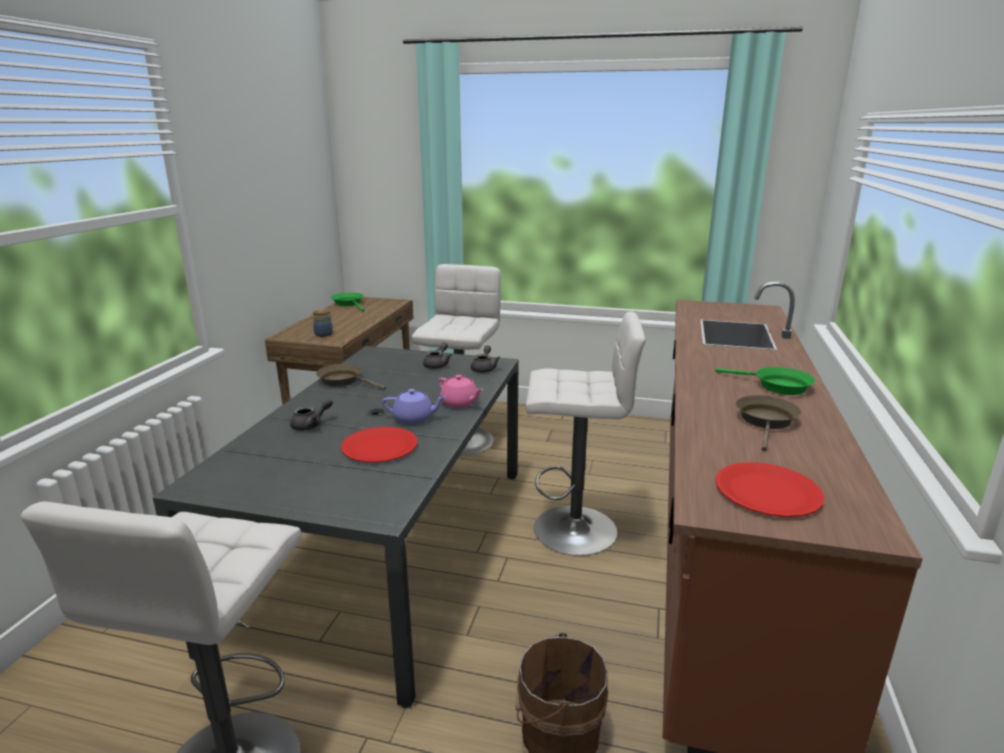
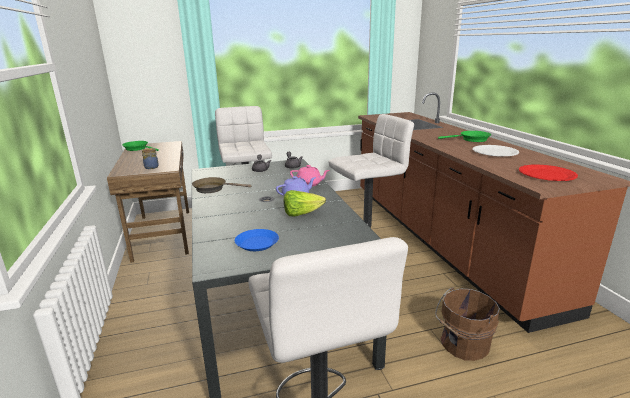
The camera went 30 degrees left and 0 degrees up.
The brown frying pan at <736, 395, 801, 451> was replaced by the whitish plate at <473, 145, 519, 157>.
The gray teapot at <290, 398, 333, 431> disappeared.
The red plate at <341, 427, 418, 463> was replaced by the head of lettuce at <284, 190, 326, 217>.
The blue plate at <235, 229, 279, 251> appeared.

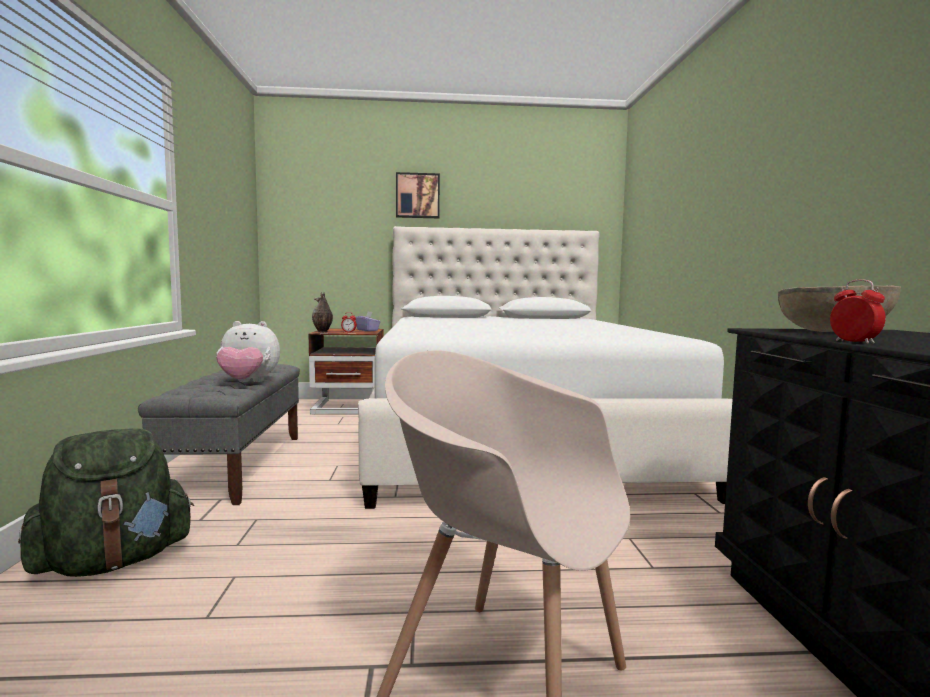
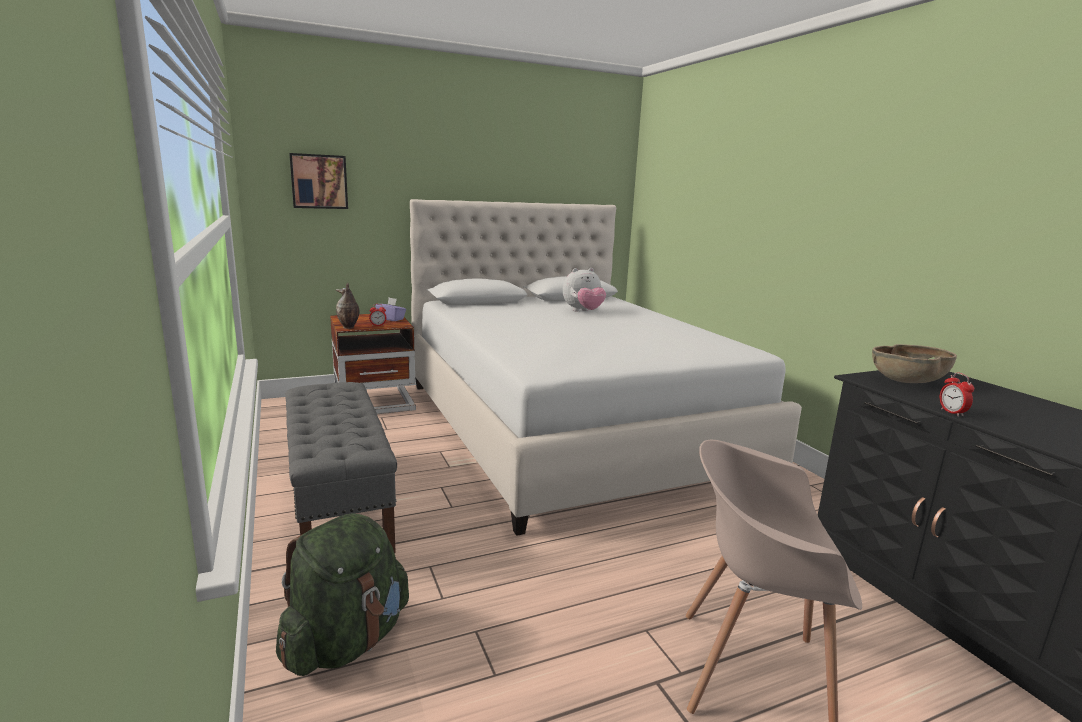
The camera went 20 degrees left and 10 degrees up.
The picture moved from <396, 172, 440, 218> to <289, 153, 348, 209>.
The alarm clock at <830, 280, 886, 344> turned 150 degrees counterclockwise.
The cuddly toy moved from <216, 321, 280, 382> to <563, 268, 606, 311>.

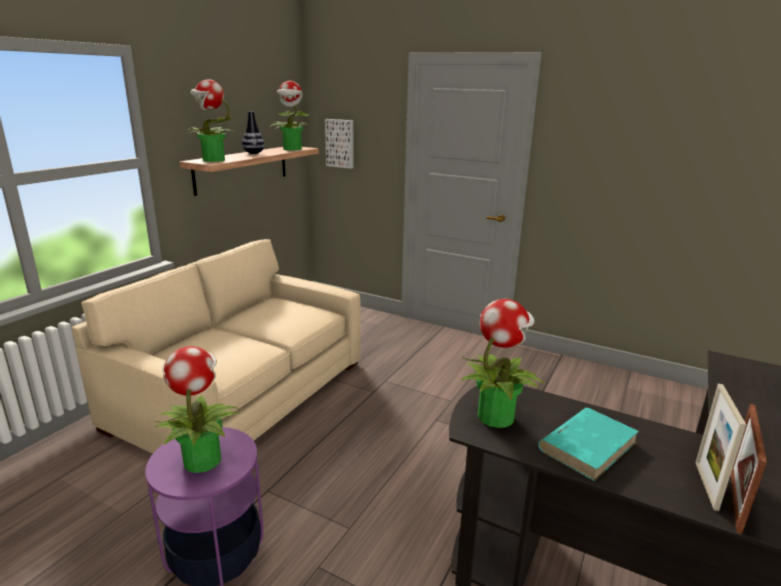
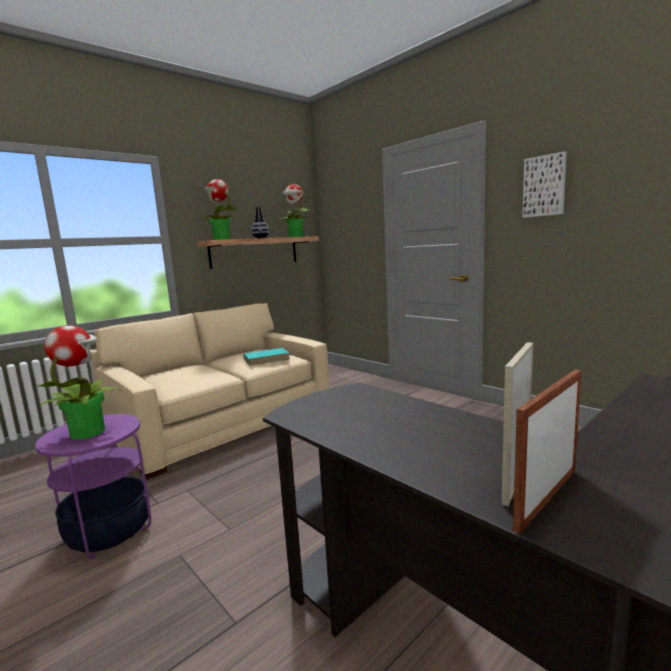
The camera went 20 degrees right and 10 degrees down.
The picture moved from <325, 119, 354, 169> to <522, 151, 567, 218>.
The potted plant at <461, 299, 545, 428> disappeared.
The turquoise bound book moved from <538, 408, 639, 481> to <243, 348, 290, 366>.

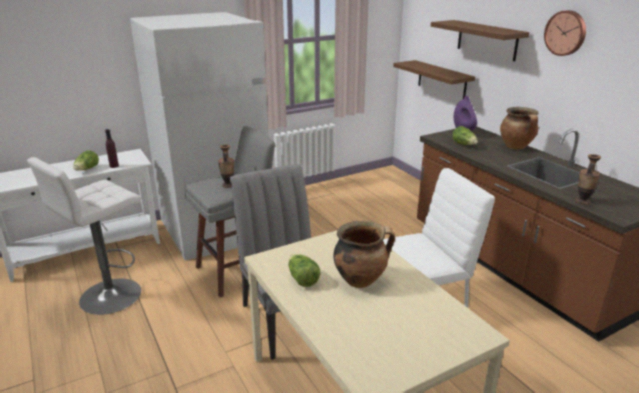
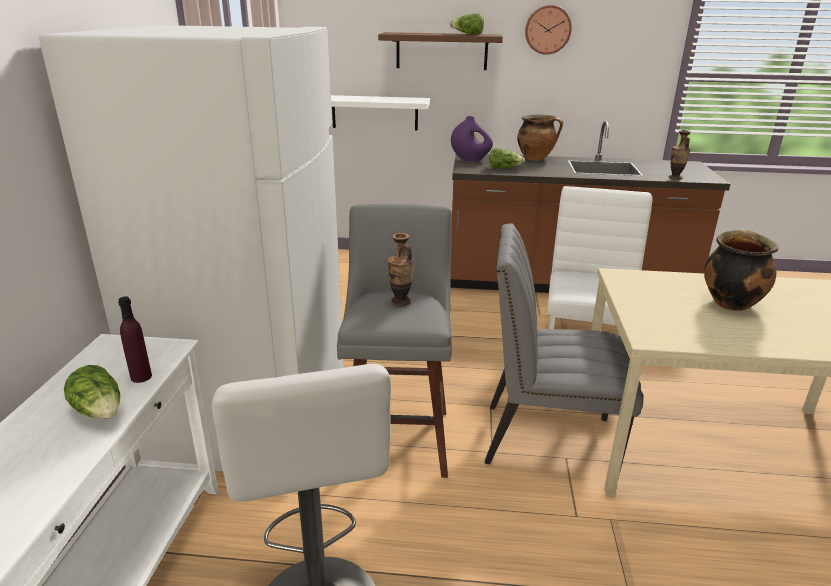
The camera went 55 degrees left and 0 degrees up.
The brown shelf at <393, 60, 475, 98> became the whitish shelf at <331, 95, 430, 131>.
The head of lettuce moved from <288, 254, 320, 287> to <450, 13, 484, 35>.

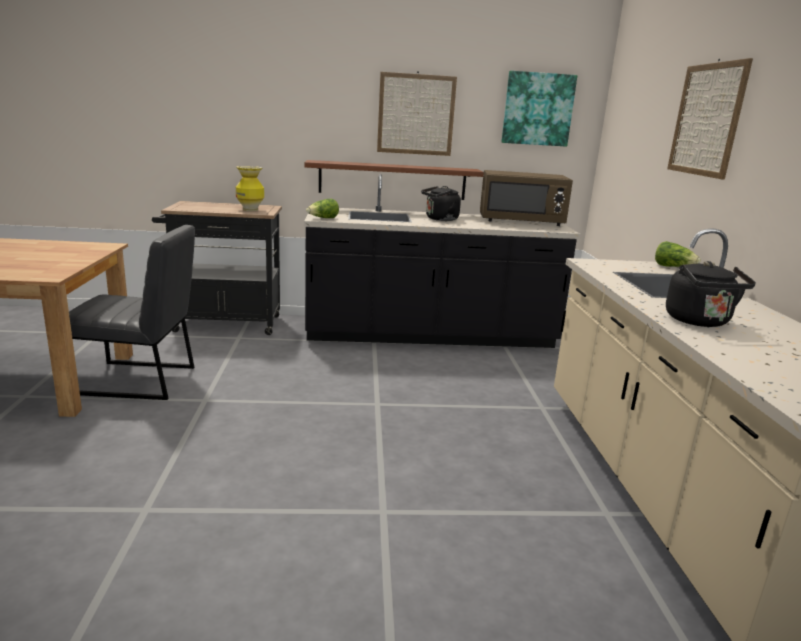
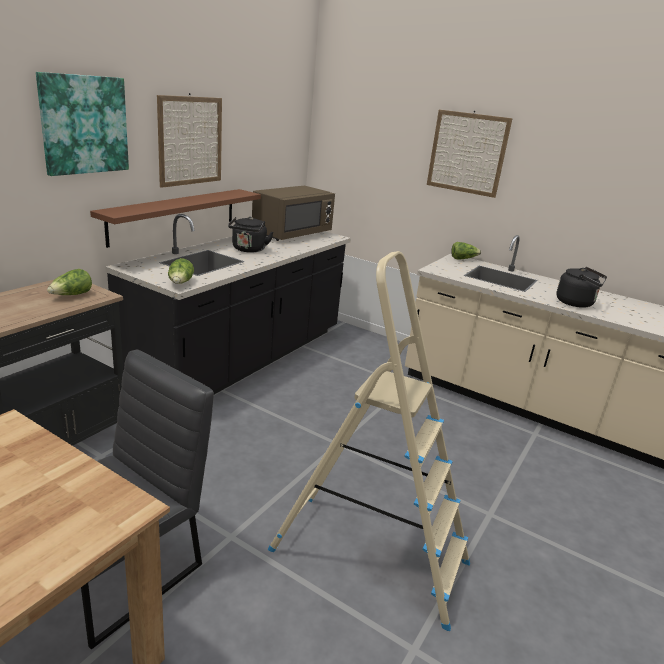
The camera went 55 degrees left and 5 degrees up.
The picture moved from <501, 71, 577, 147> to <36, 72, 129, 176>.
The flower vase at <236, 166, 264, 211> was replaced by the head of lettuce at <47, 269, 92, 295>.
The sand-coloured step stool at <268, 251, 470, 631> appeared.

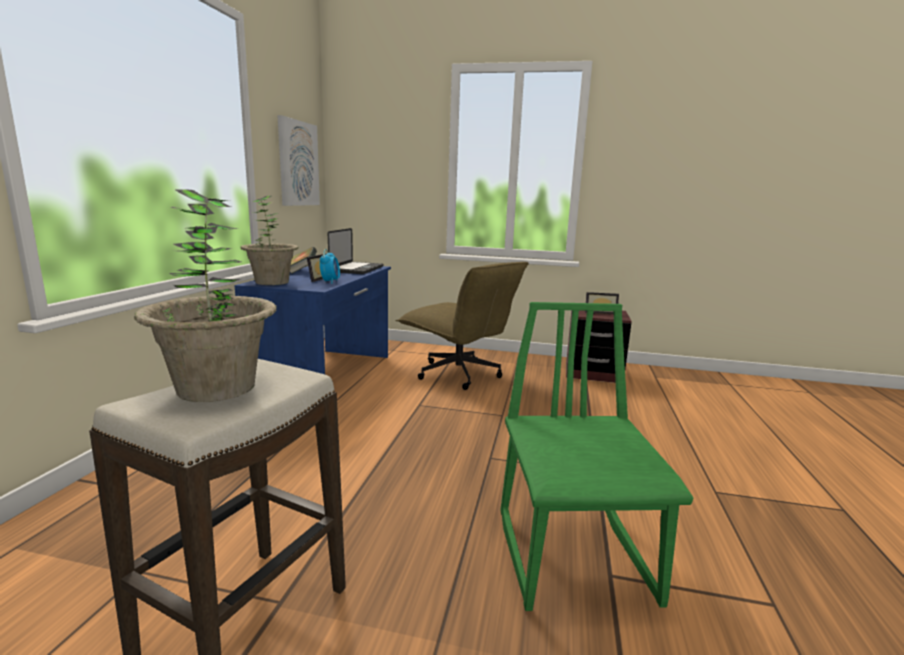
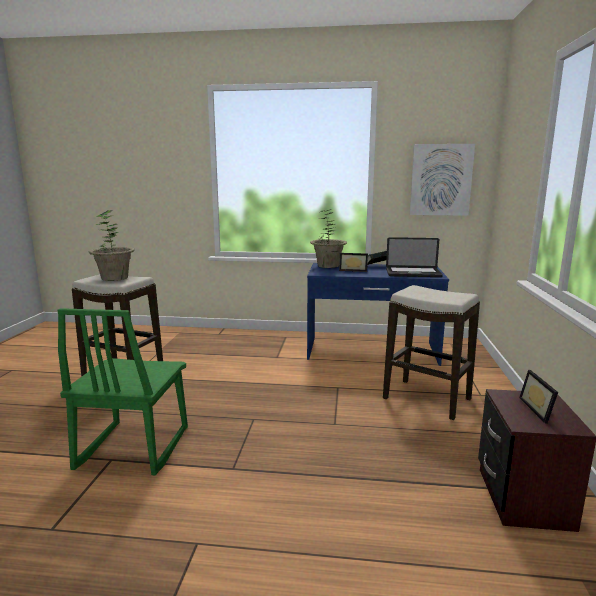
The camera went 85 degrees right and 0 degrees up.
The alarm clock at <320, 249, 340, 284> disappeared.
The sand-coloured computer chair at <396, 262, 529, 390> was replaced by the stool at <383, 285, 480, 420>.
The green chair at <500, 302, 693, 611> turned 105 degrees clockwise.

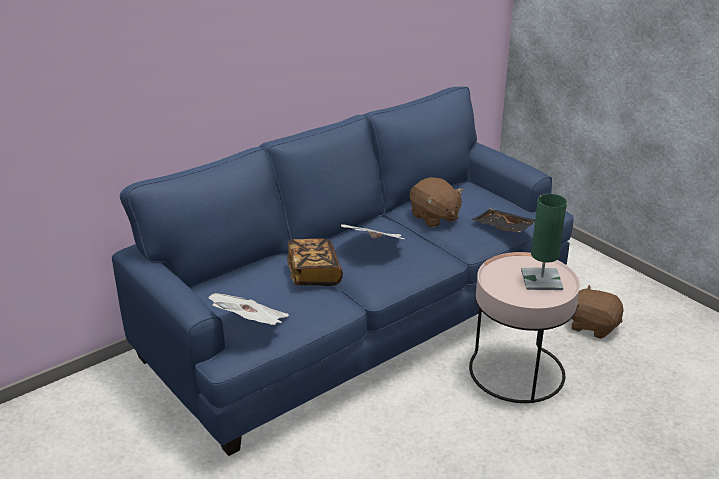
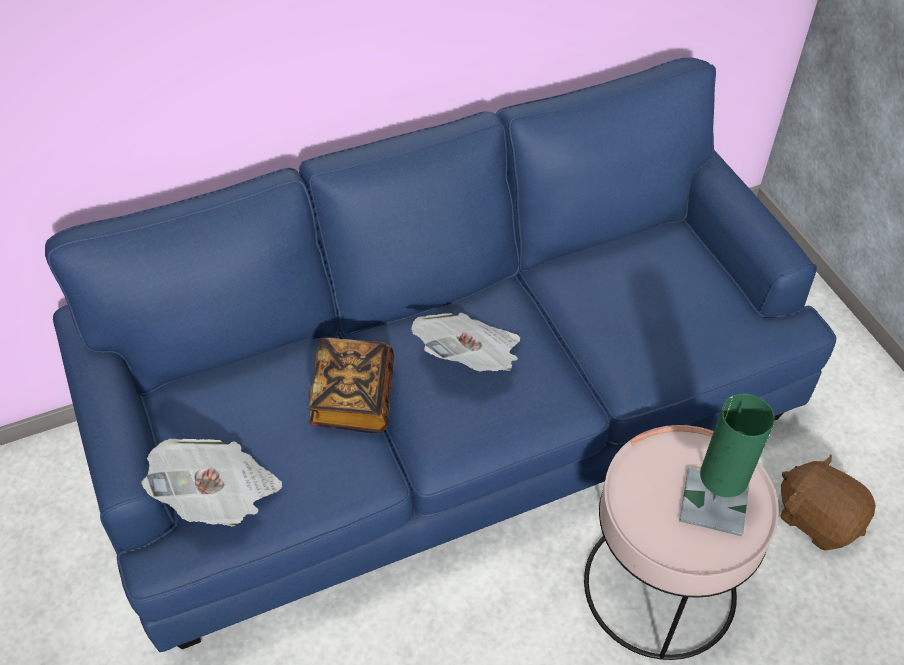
The camera went 15 degrees right and 20 degrees up.
The brown cuddly toy at <410, 177, 464, 228> disappeared.
The black-coloured serving tray at <471, 209, 535, 233> disappeared.

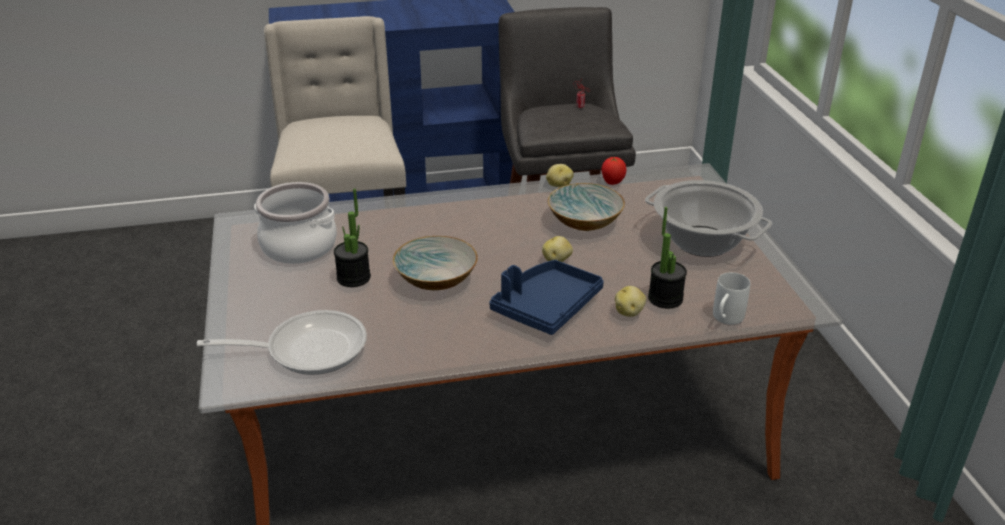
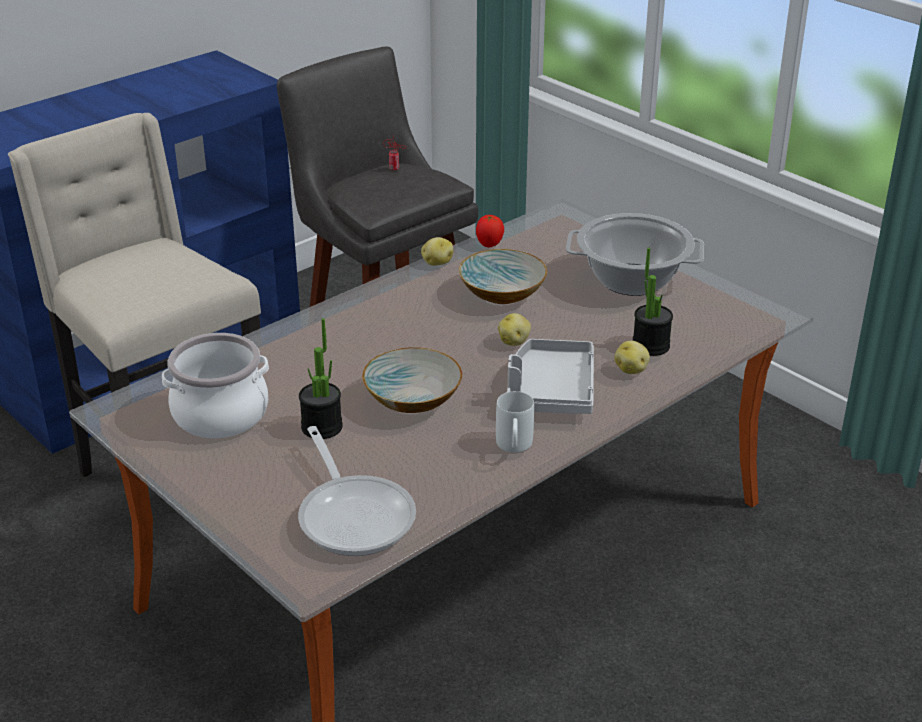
The camera went 30 degrees left and 0 degrees up.
The blue serving tray at <489, 260, 604, 335> became the gray serving tray at <507, 339, 594, 414>.
The whitish mug moved from <713, 272, 750, 325> to <496, 391, 534, 453>.
The frying pan at <197, 310, 367, 375> turned 105 degrees clockwise.

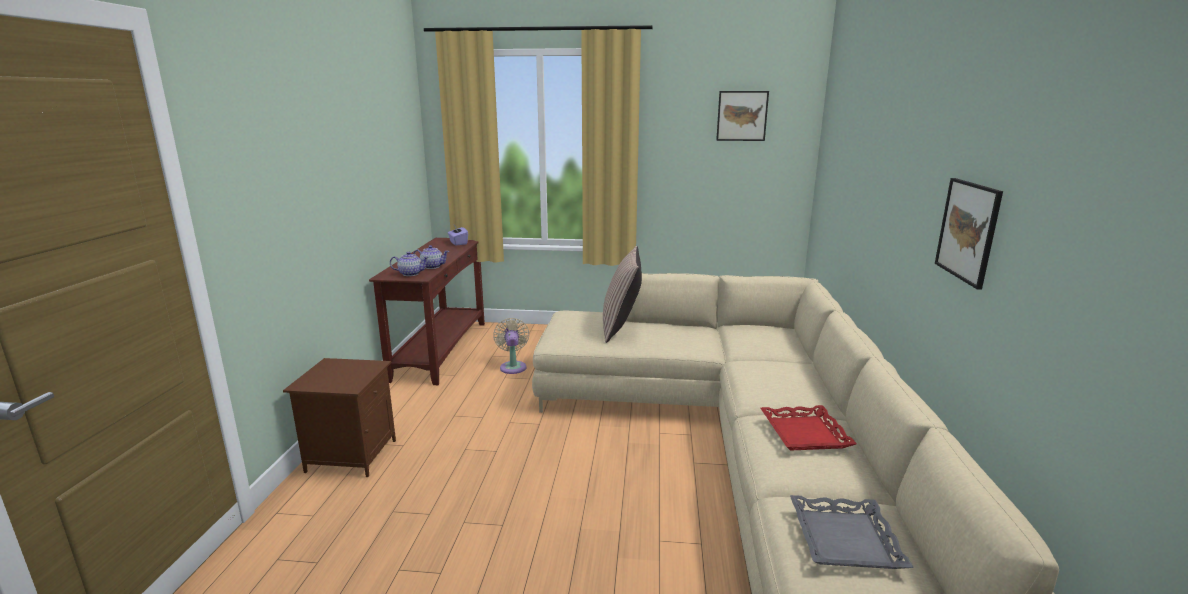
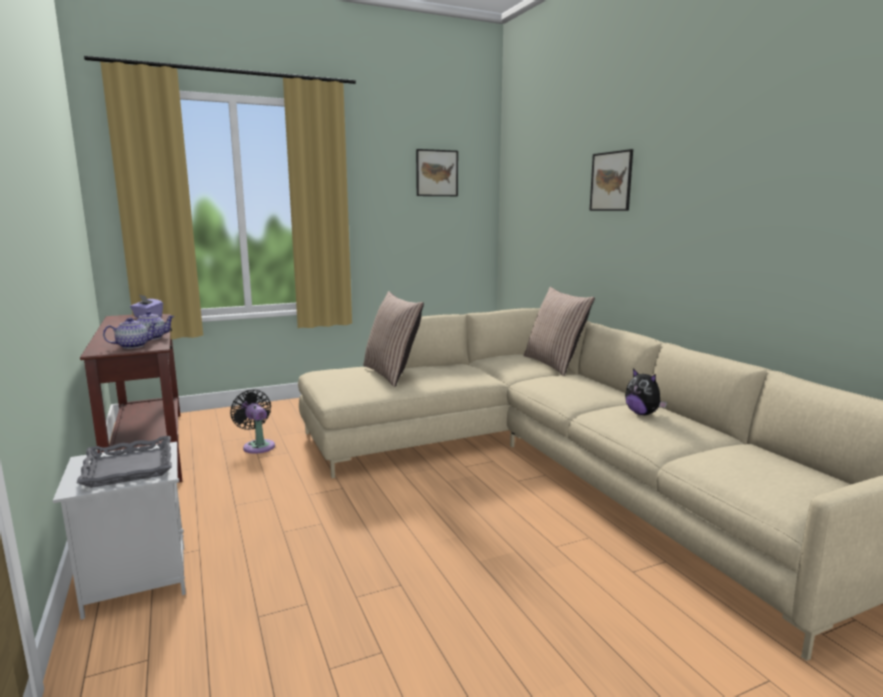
The camera went 30 degrees left and 5 degrees down.
The picture moved from <935, 178, 1003, 290> to <589, 149, 633, 211>.
The sand-coloured cooling fan at <493, 318, 529, 374> became the black-coloured cooling fan at <230, 389, 275, 454>.
The brown nightstand at <283, 358, 396, 477> became the gray nightstand at <53, 442, 186, 620>.
The red serving tray at <760, 405, 857, 451> was replaced by the cuddly toy at <625, 368, 667, 415>.
The gray serving tray moved from <790, 495, 914, 569> to <77, 436, 172, 488>.
The throw pillow at <523, 287, 595, 376> appeared.

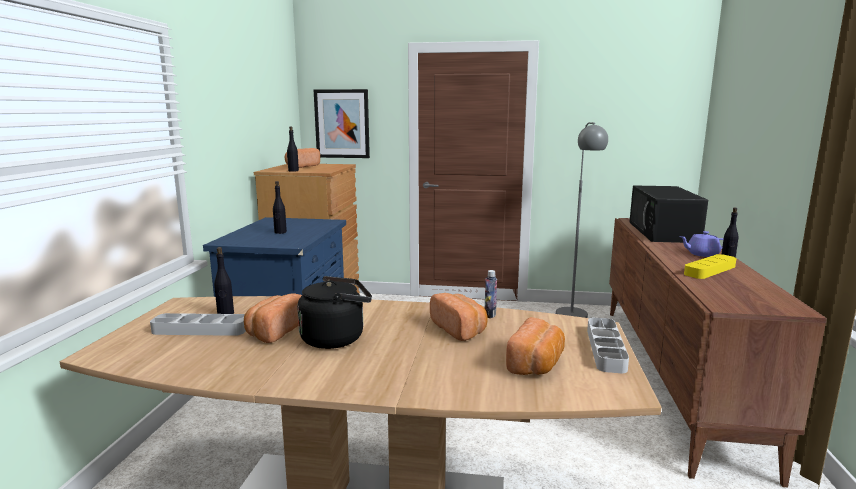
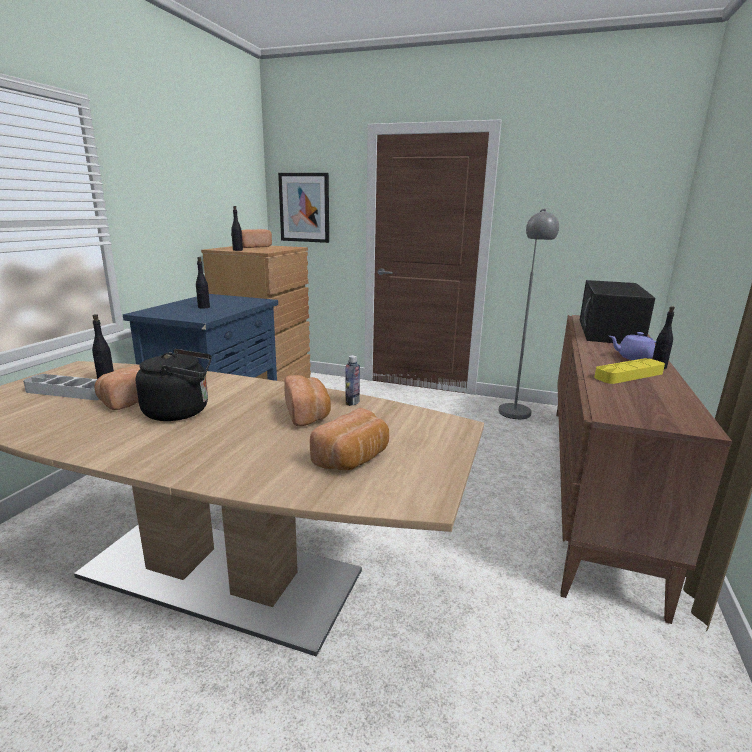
The camera went 10 degrees right and 5 degrees up.
The gray serving tray at <587, 318, 629, 373> disappeared.

